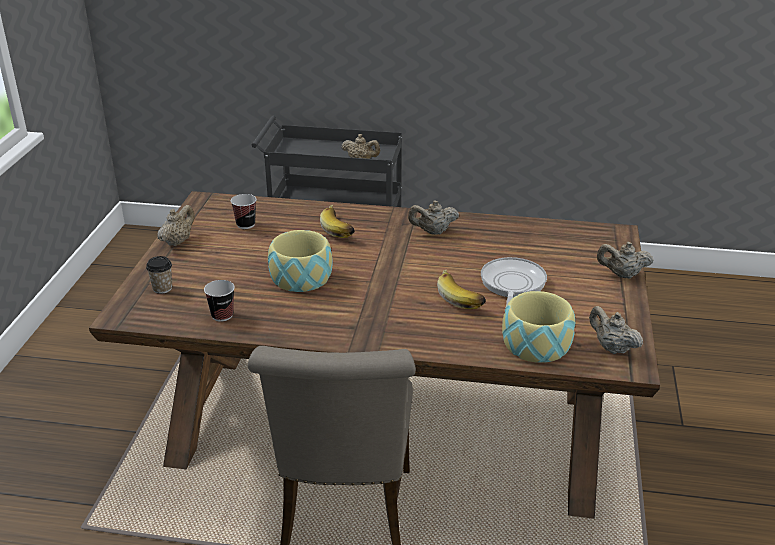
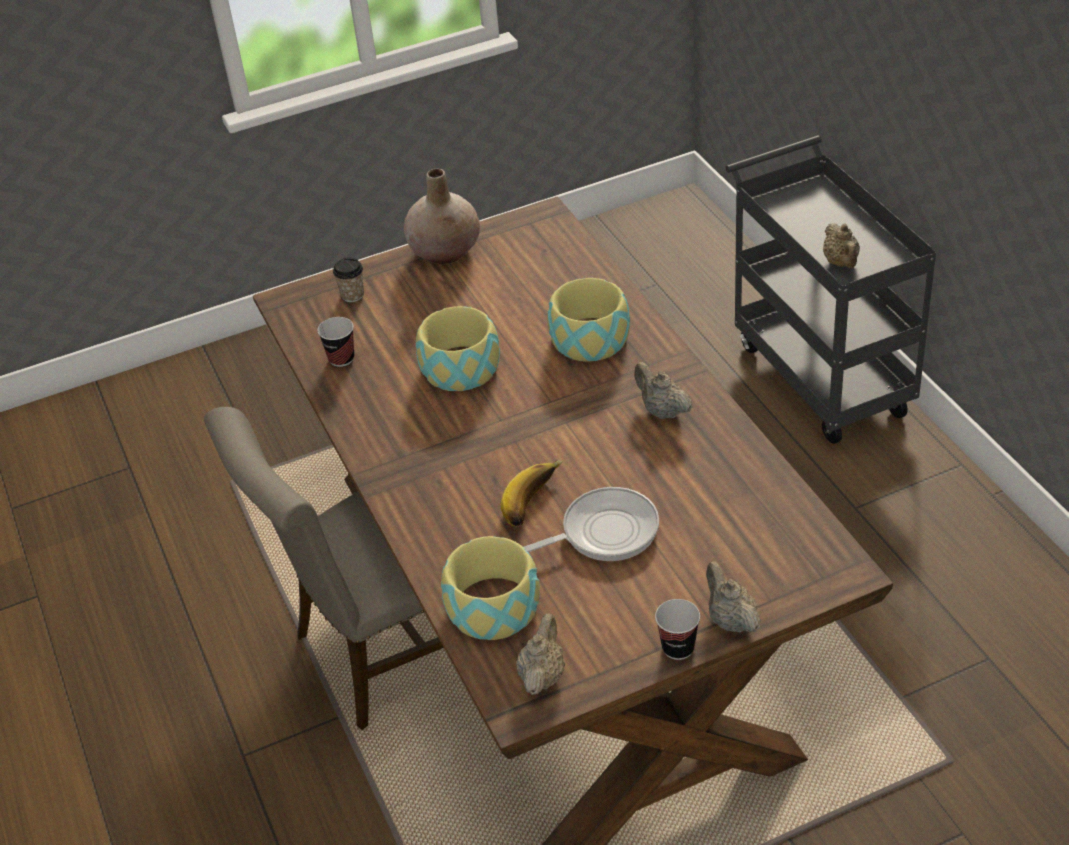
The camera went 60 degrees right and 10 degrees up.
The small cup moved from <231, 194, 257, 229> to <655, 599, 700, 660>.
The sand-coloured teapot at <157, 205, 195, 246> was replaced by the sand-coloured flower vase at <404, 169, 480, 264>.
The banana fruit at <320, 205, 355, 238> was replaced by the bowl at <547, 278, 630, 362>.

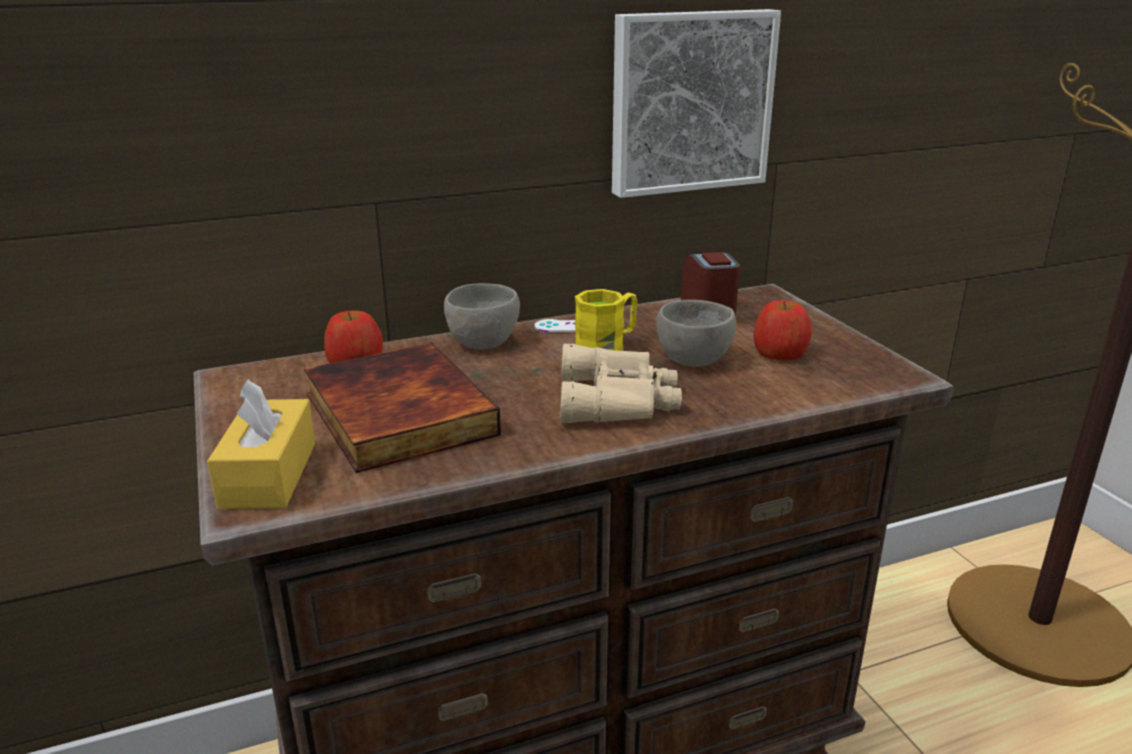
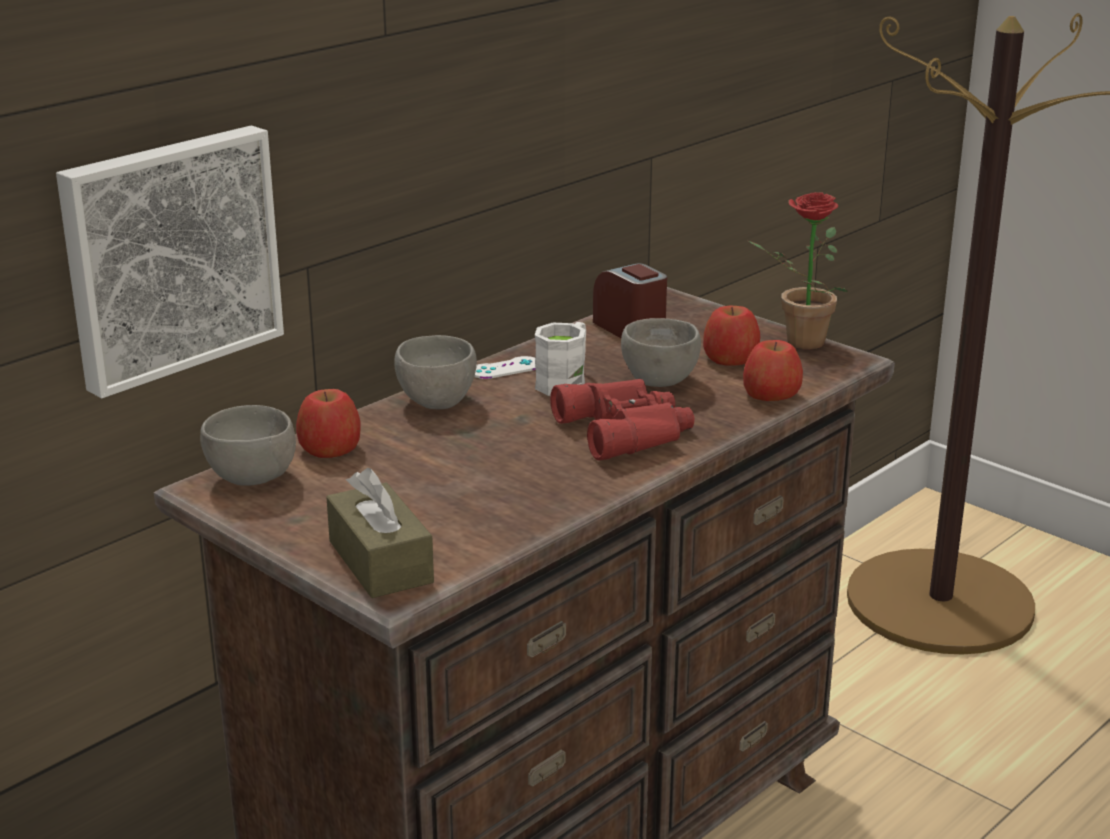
The camera went 25 degrees left and 0 degrees up.
The picture moved from <612, 9, 781, 198> to <56, 125, 284, 398>.
The yellow-coloured mug at <575, 289, 637, 351> became the whitish mug at <535, 322, 586, 396>.
The bound book at <304, 342, 501, 473> disappeared.
The sand-coloured field glasses at <560, 344, 682, 423> became the red field glasses at <550, 379, 695, 460>.
The yellow-coloured tissue holder at <207, 379, 315, 509> became the brown tissue holder at <326, 468, 434, 598>.
The potted plant at <749, 192, 848, 349> appeared.
The apple at <743, 340, 803, 401> appeared.
The gray bowl at <200, 405, 296, 486> appeared.

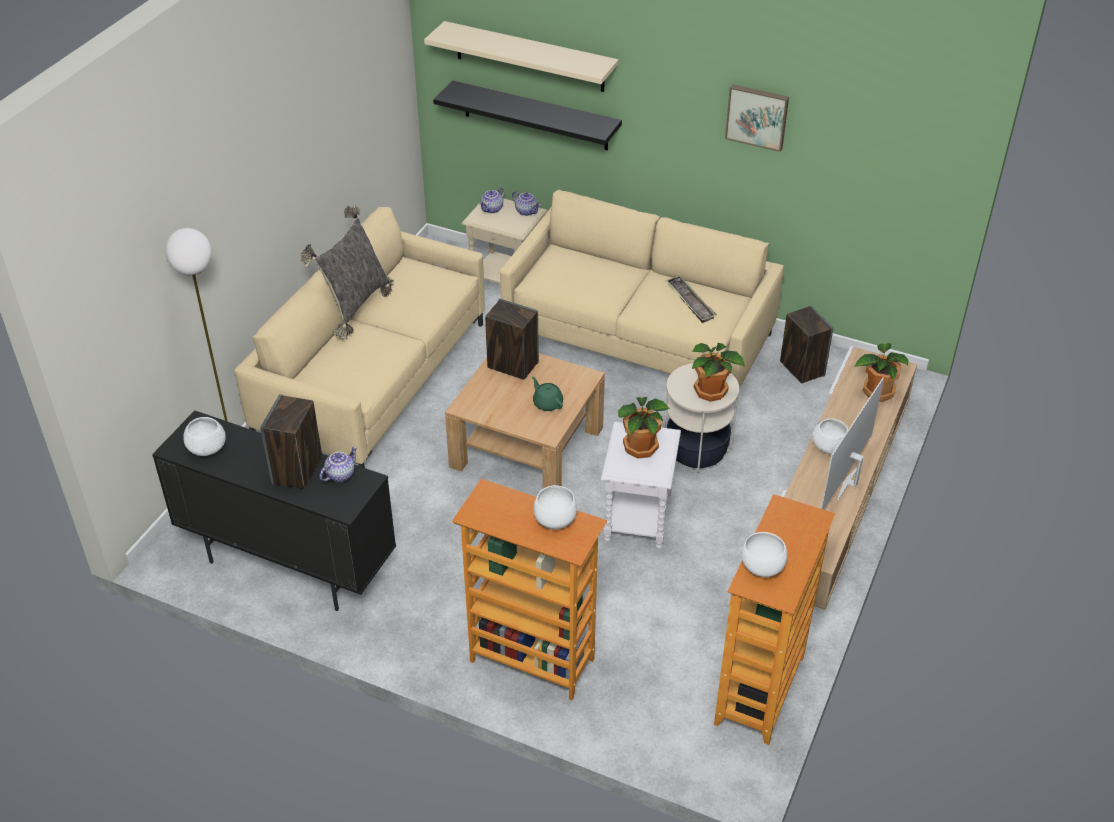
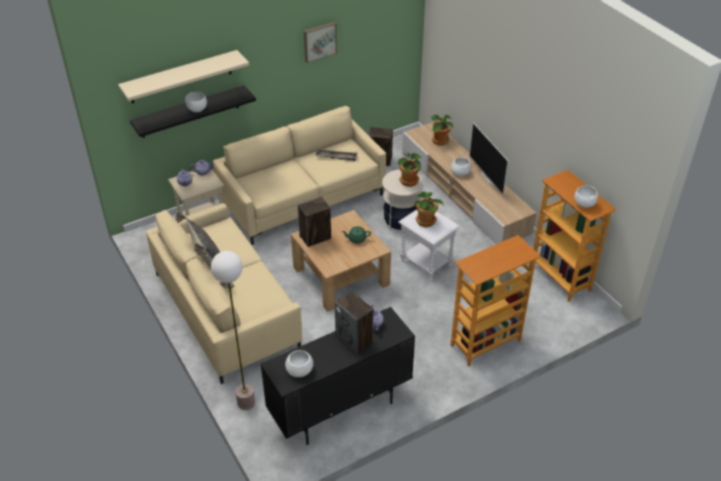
The camera went 55 degrees left and 0 degrees up.
The whitish bowl moved from <533, 485, 577, 530> to <185, 92, 207, 112>.

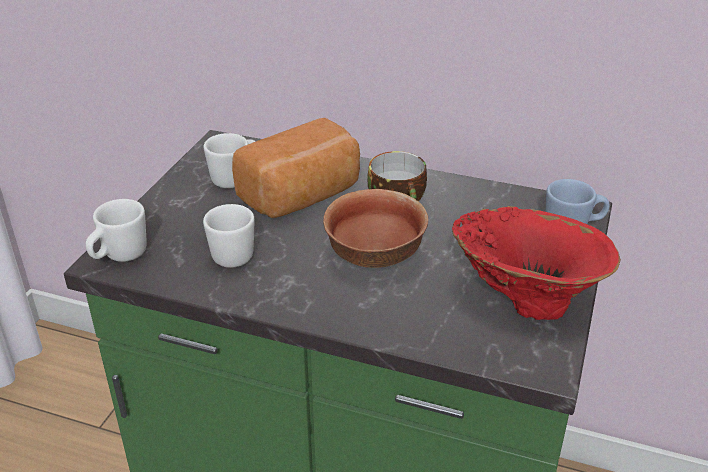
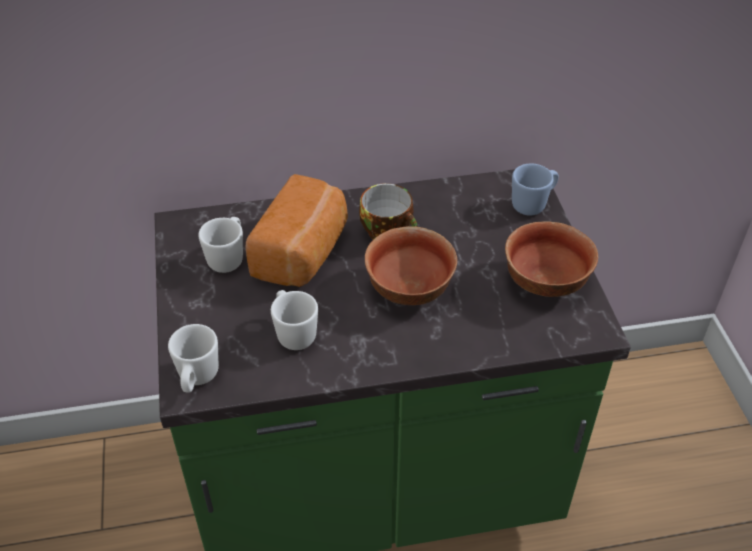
The camera went 30 degrees left and 10 degrees up.
The red flower vase at <452, 206, 621, 320> was replaced by the bowl at <505, 221, 598, 297>.

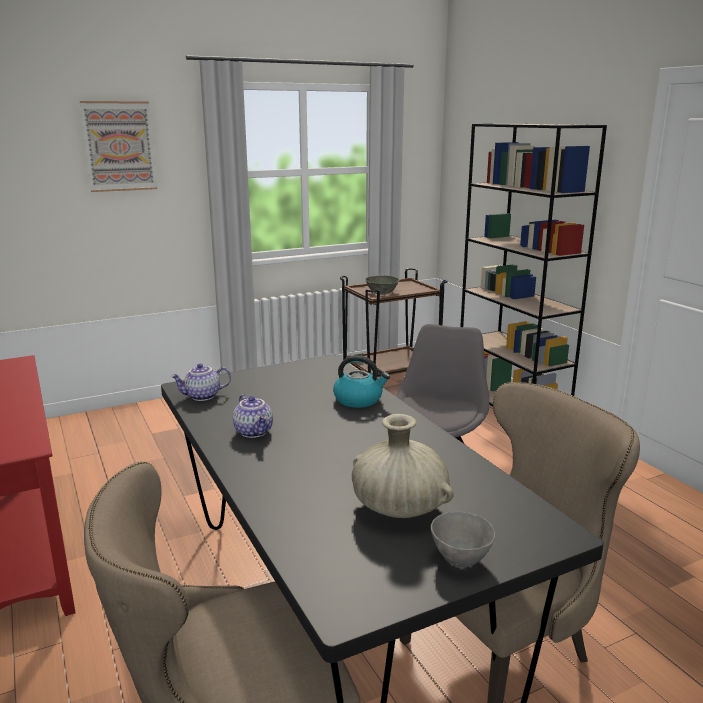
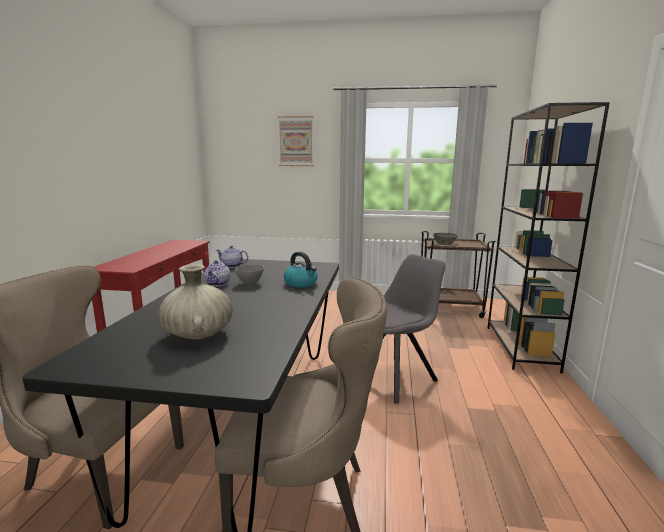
The camera went 35 degrees right and 5 degrees down.
The gray bowl moved from <431, 512, 495, 568> to <235, 264, 264, 285>.

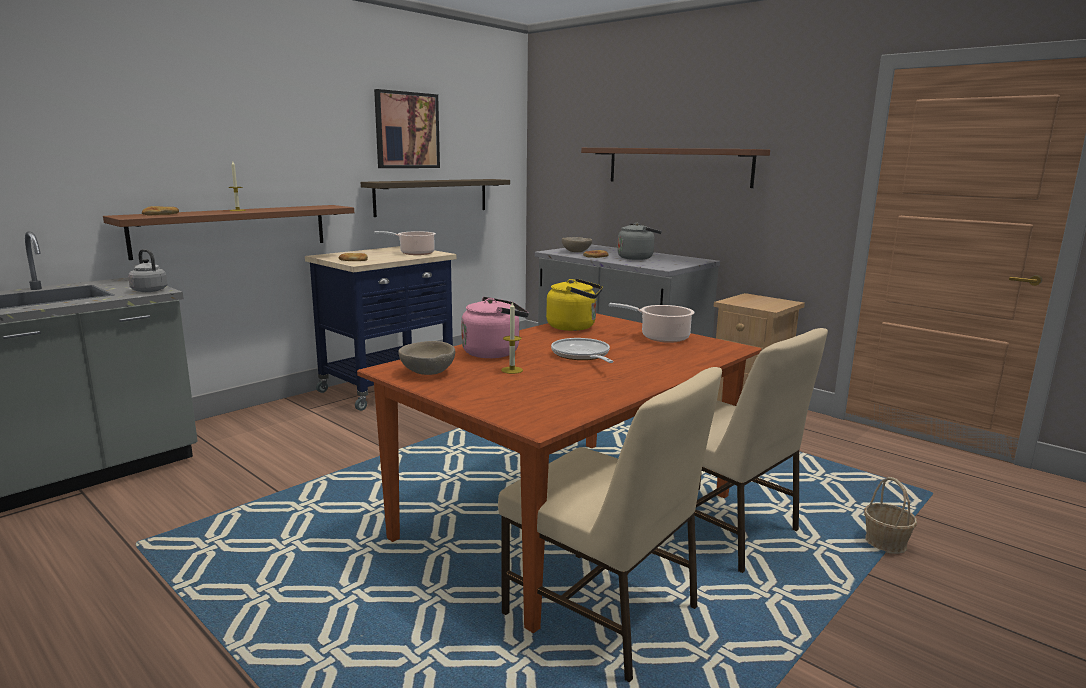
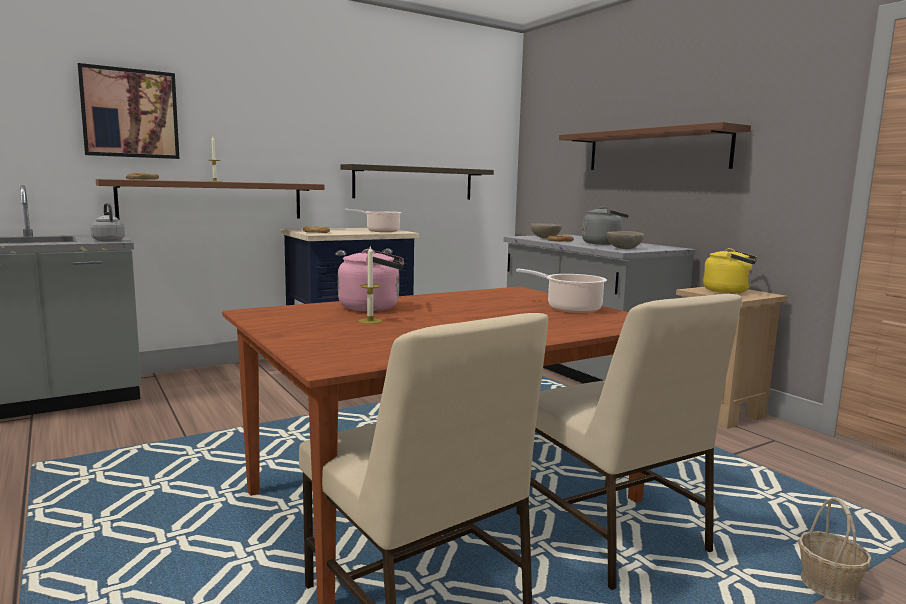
The camera went 15 degrees right and 5 degrees down.
The picture moved from <374, 89, 440, 168> to <78, 63, 179, 159>.
The yellow-coloured water kettle moved from <546, 279, 603, 331> to <703, 248, 758, 293>.
The frying pan at <551, 338, 614, 363> disappeared.
The sand-coloured bowl moved from <398, 341, 455, 375> to <606, 231, 644, 249>.

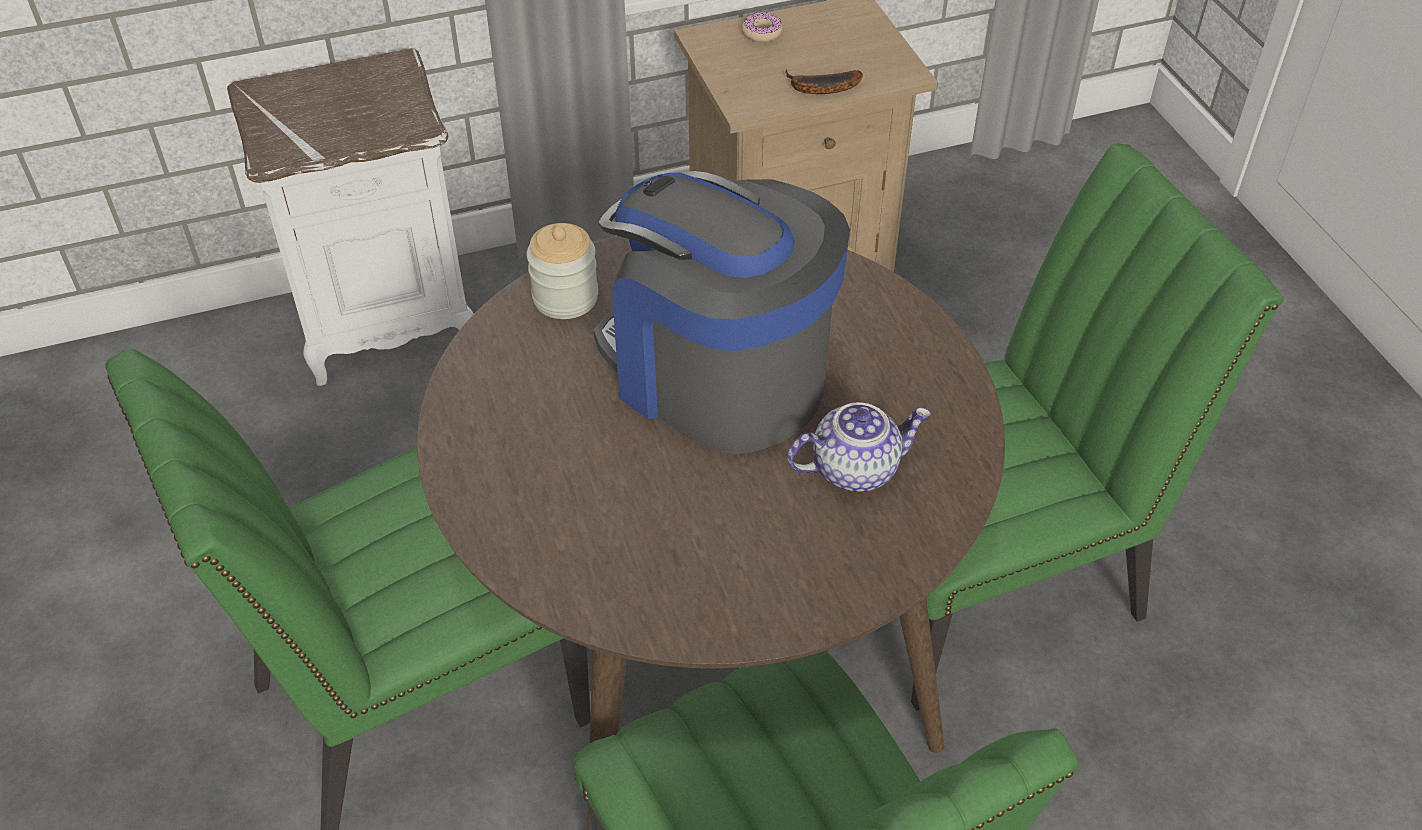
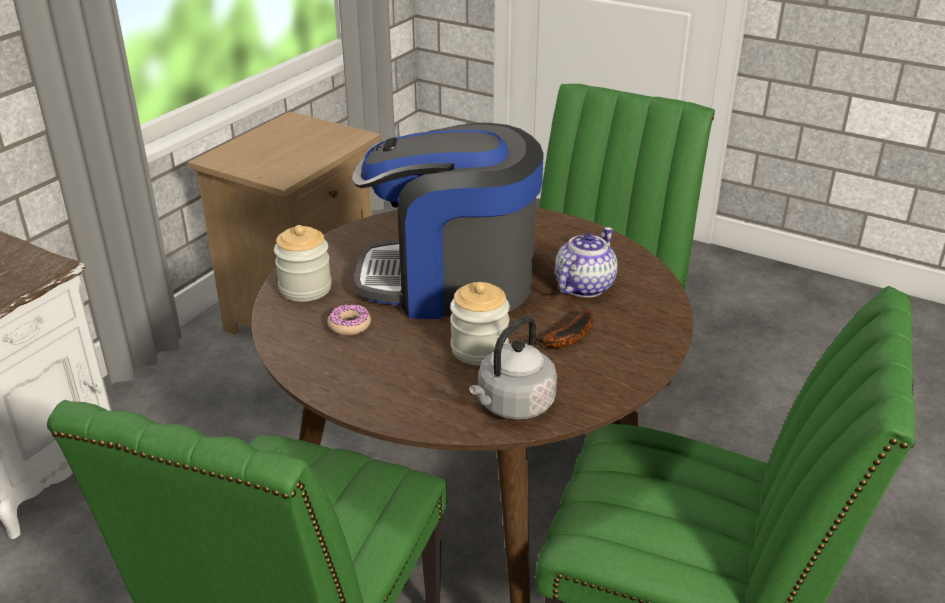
The camera went 40 degrees left and 15 degrees down.
The donut moved from <742, 12, 782, 42> to <328, 304, 371, 335>.
The banana fruit moved from <786, 69, 863, 94> to <525, 308, 593, 349>.
The jar at <450, 282, 510, 365> appeared.
The gray water kettle at <469, 316, 557, 420> appeared.

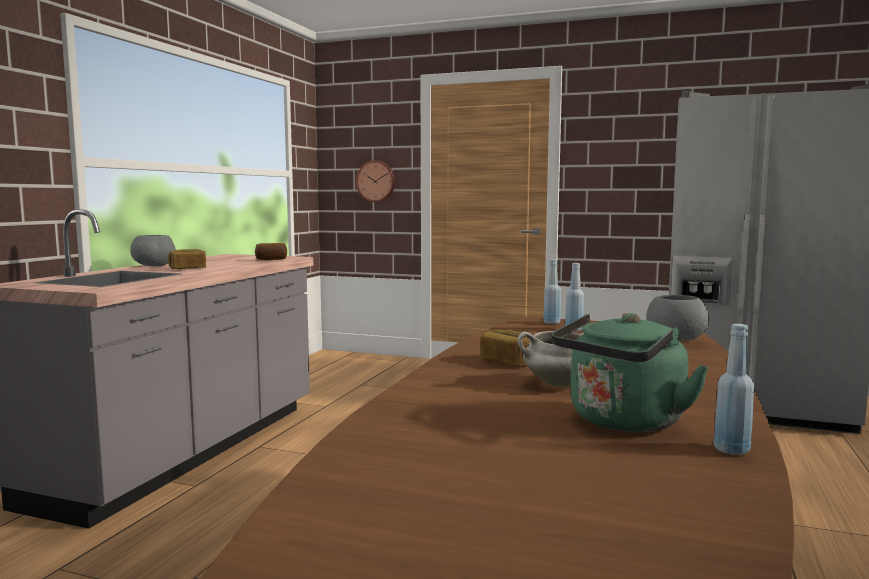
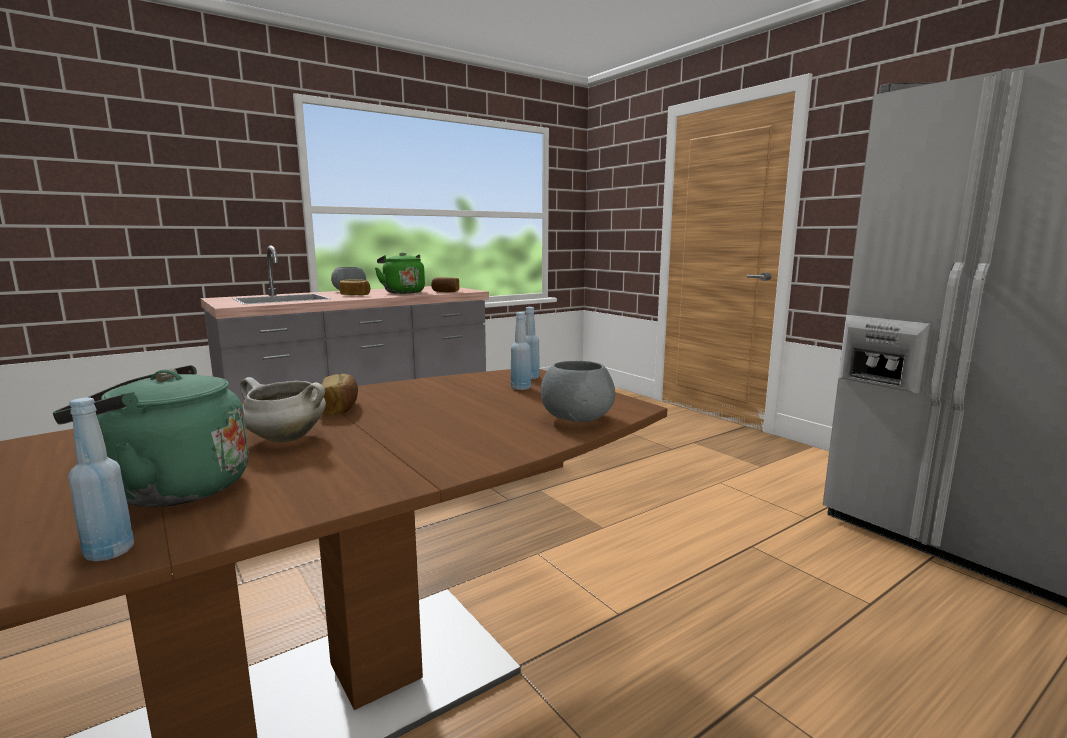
The camera went 35 degrees right and 5 degrees up.
The clock on the wall at <356, 160, 395, 202> disappeared.
The green water kettle at <375, 252, 425, 294> appeared.

